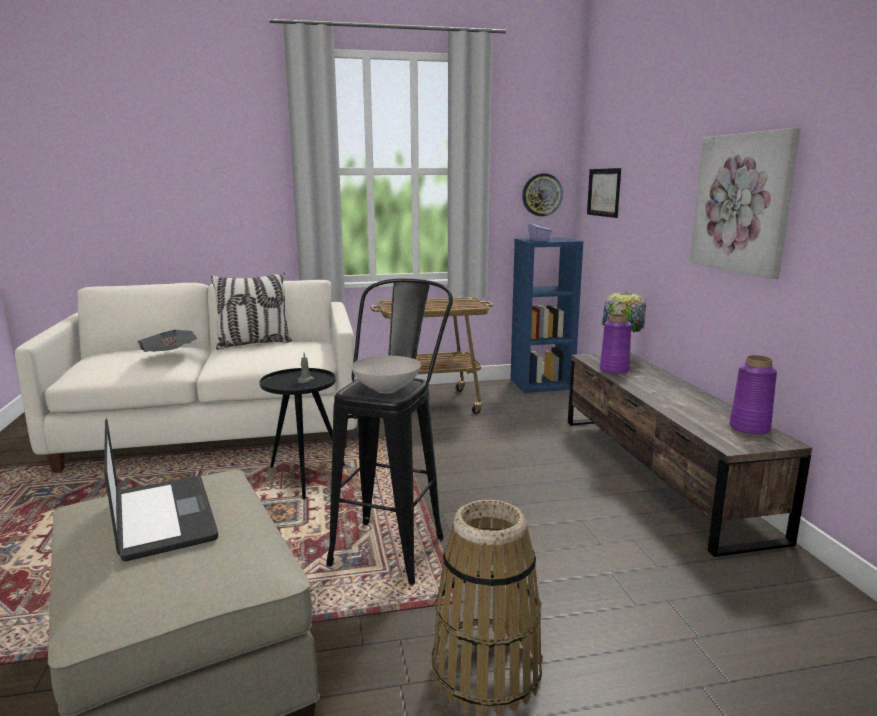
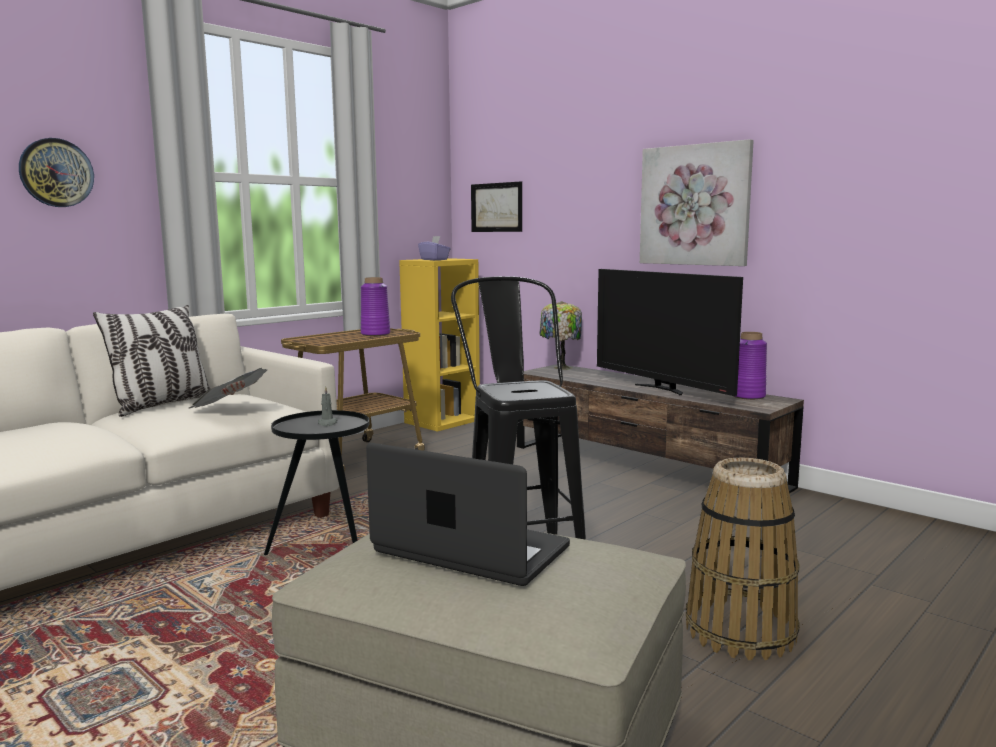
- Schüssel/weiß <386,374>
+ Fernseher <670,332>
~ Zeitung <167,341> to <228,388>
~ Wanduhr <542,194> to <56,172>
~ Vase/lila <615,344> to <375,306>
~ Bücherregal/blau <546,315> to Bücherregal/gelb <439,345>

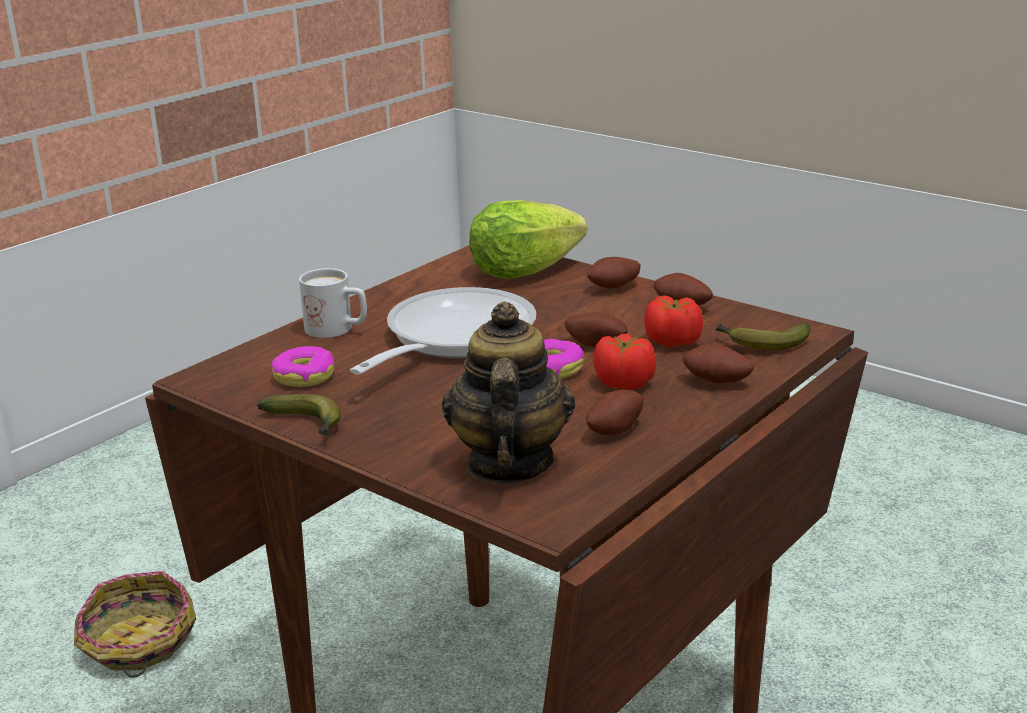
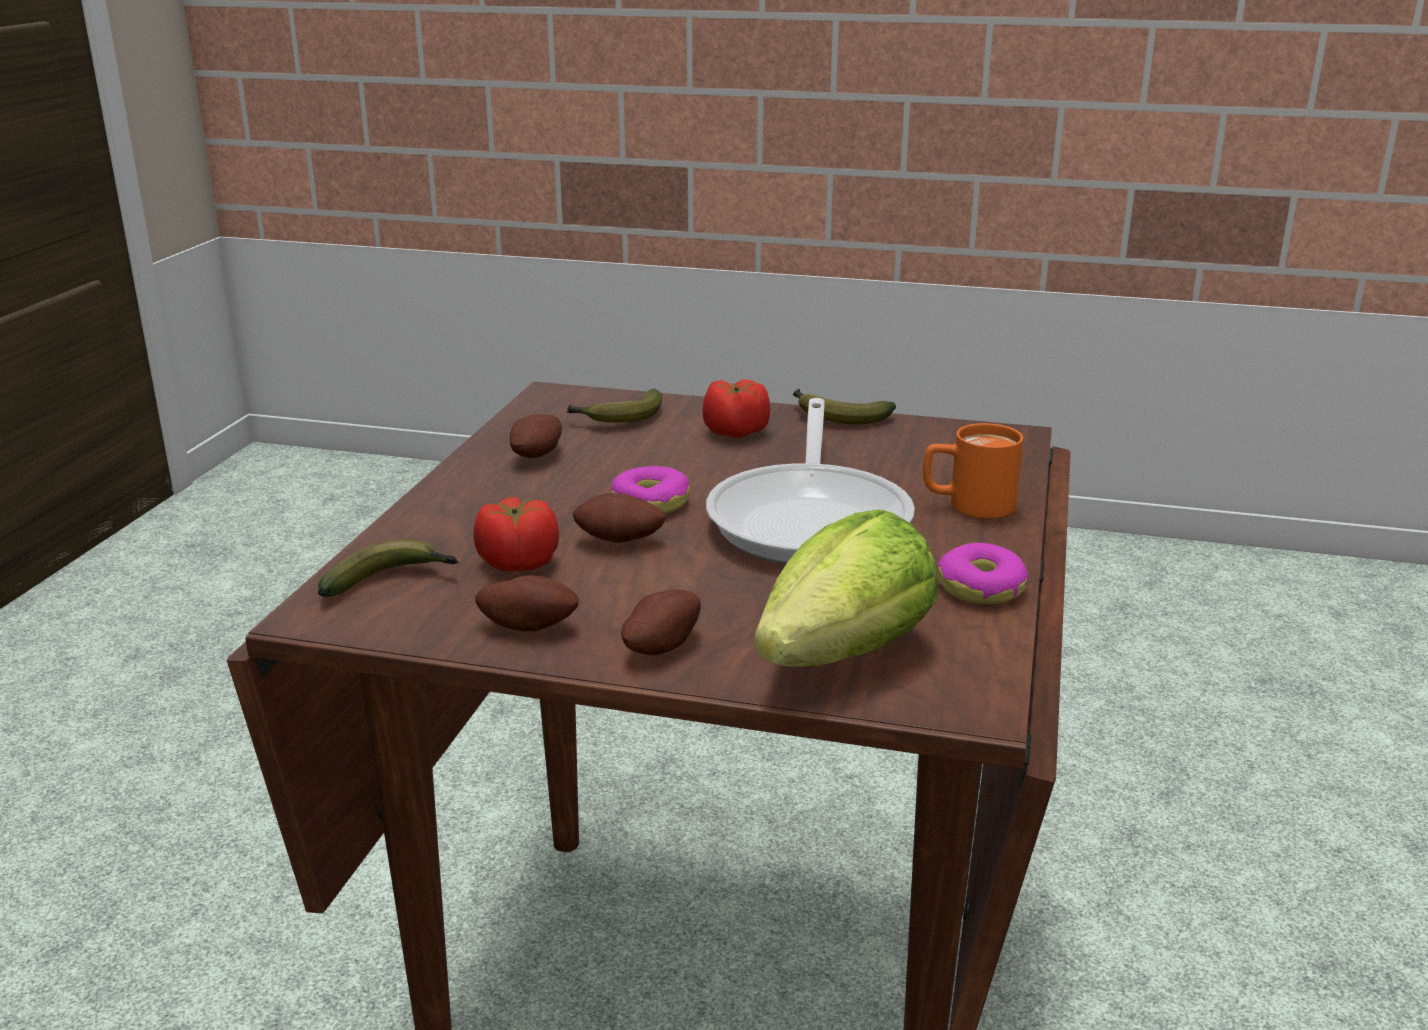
- Korb <135,624>
- Kartoffel <718,363>
~ Donut <303,366> to <982,573>
~ Tomate <624,362> to <736,408>
~ Teekanne <508,392> to Banane <614,406>
~ Henkelbecher/weiß <333,303> to Henkelbecher/orange <973,471>

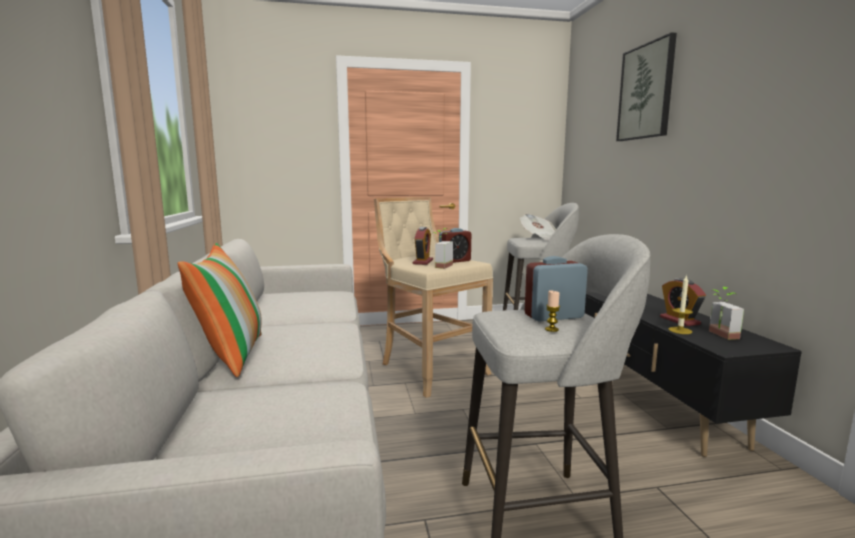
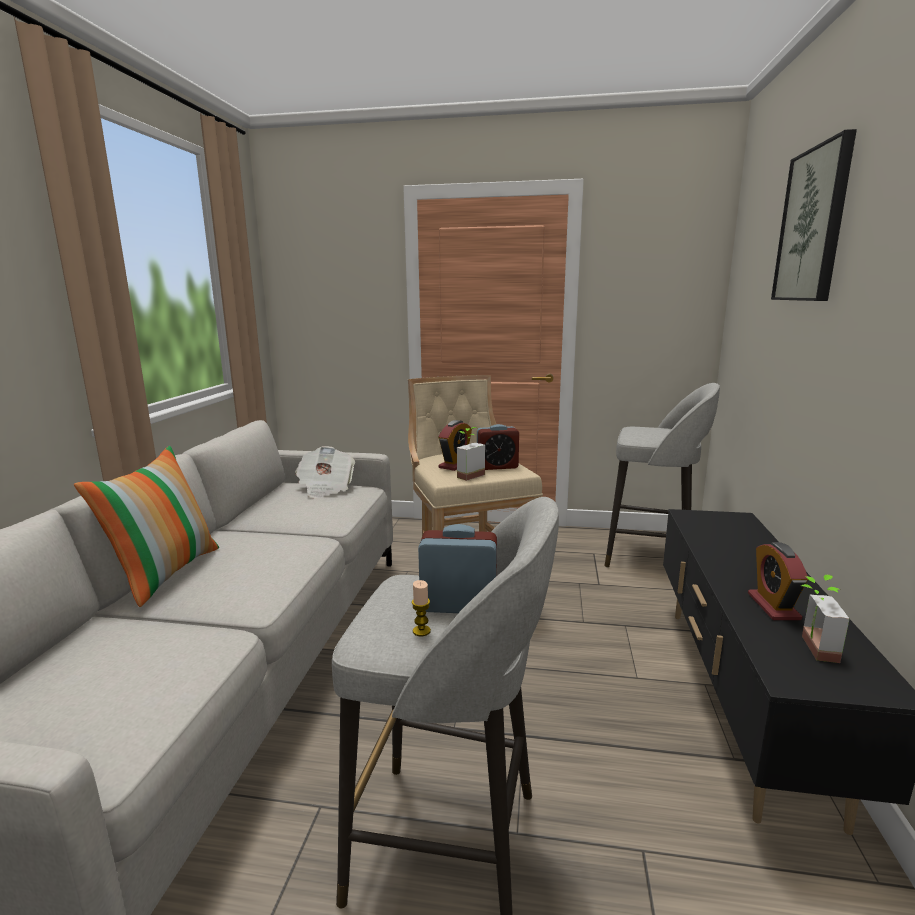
- Kerze <680,304>
~ Zeitung <538,227> to <325,472>

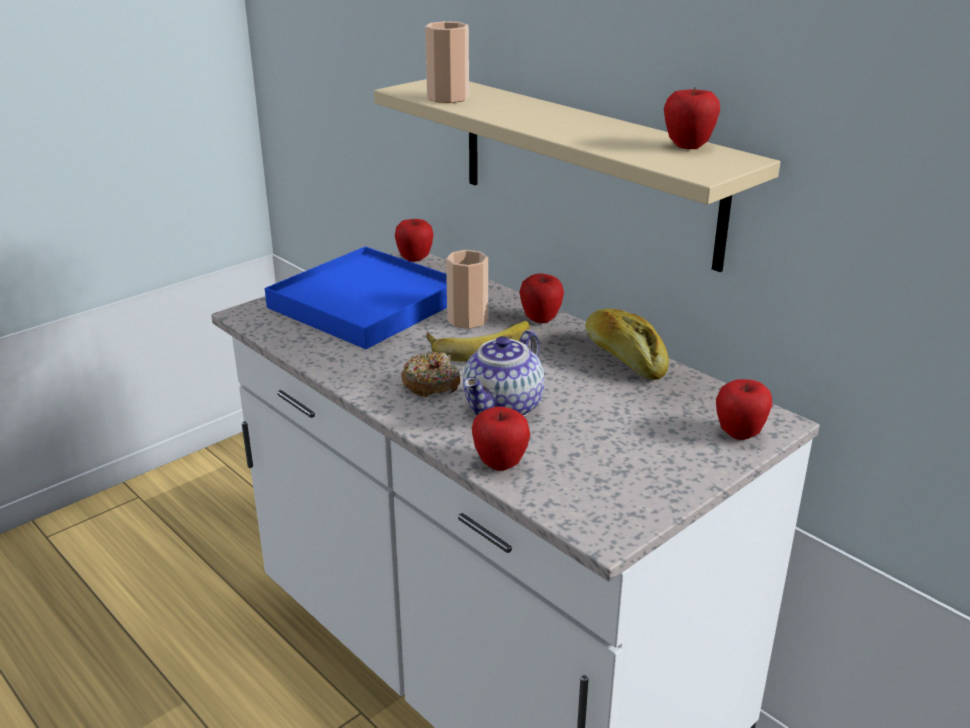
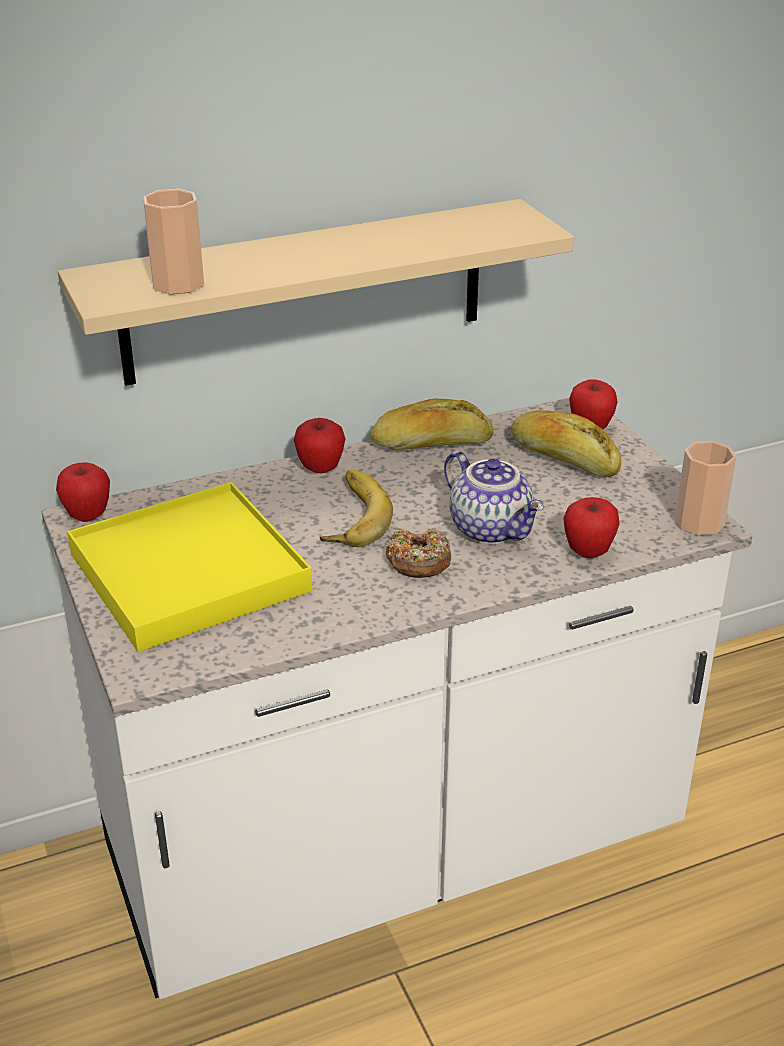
- Apfel <692,118>
+ Brot <566,443>
~ Tasse <467,289> to <705,488>
~ Tablett/blau <356,297> to Tablett/gelb <189,567>

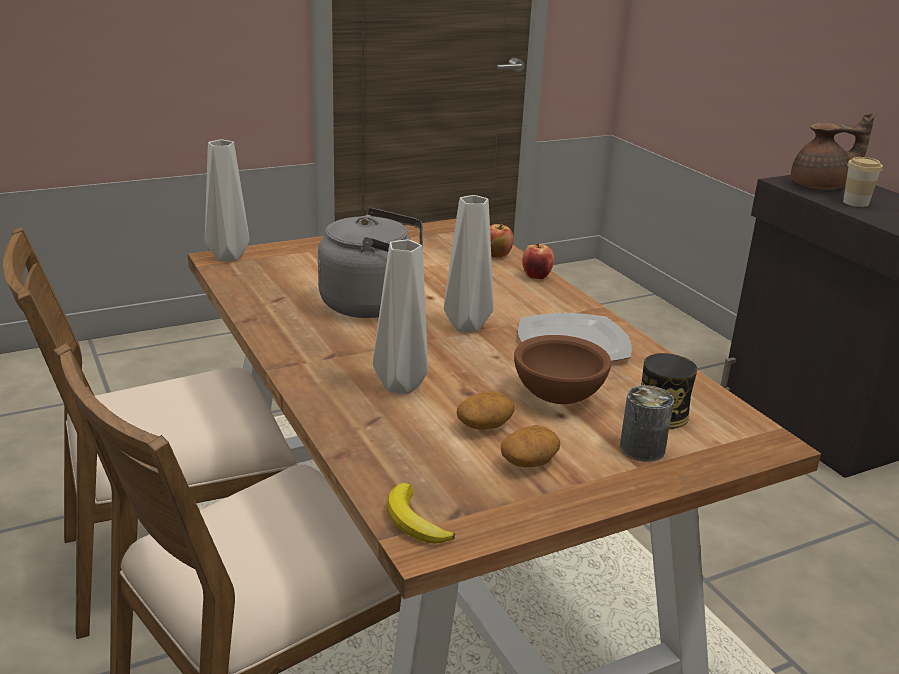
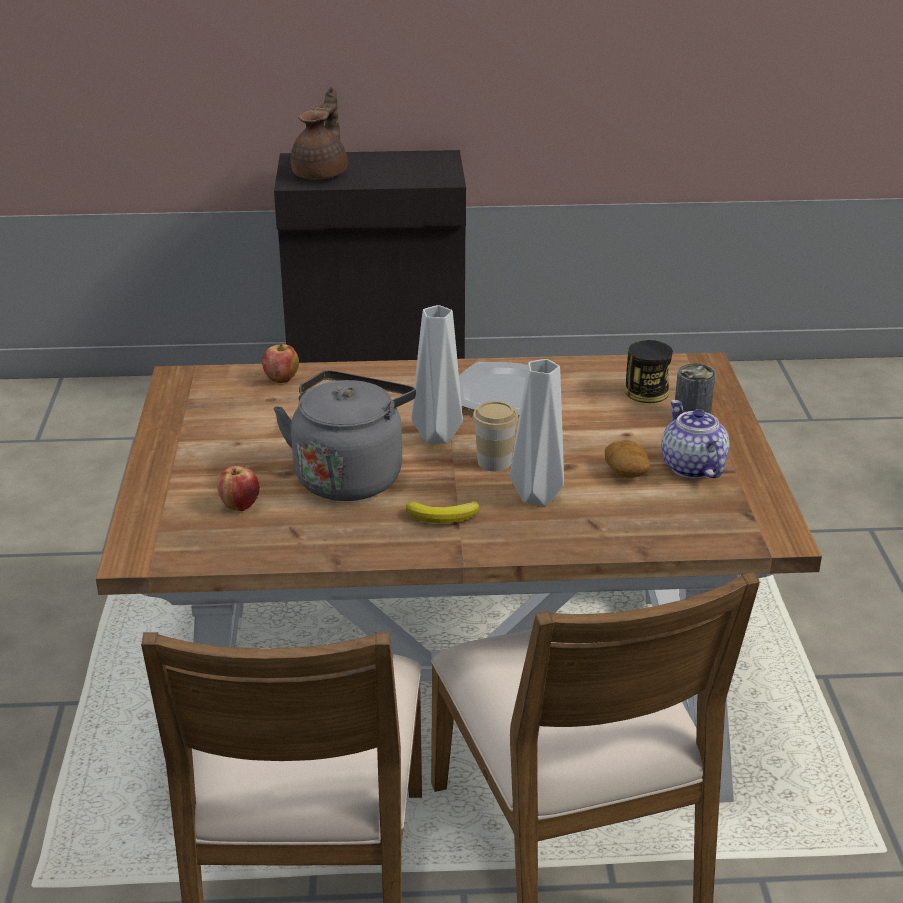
- Vase/grau <227,200>
- Schüssel/braun <562,369>
~ Banane <421,513> to <442,512>
~ Apfel <538,261> to <238,488>
~ Tasse <863,182> to <495,436>
~ Kartoffel <530,446> to Teekanne <695,439>

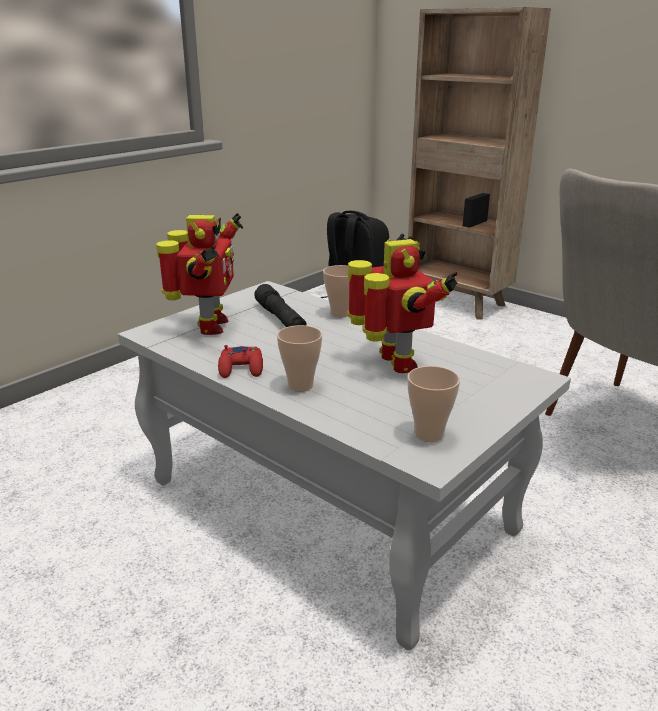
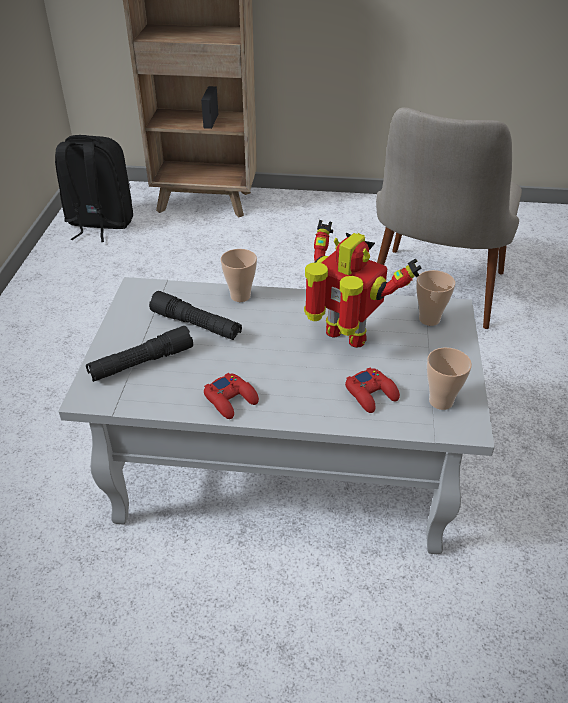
+ Gamepad/rot <372,390>
~ Tasse <299,358> to <435,298>
~ Spielzeugroboter <199,274> to Taschenlampe/schwarz <139,354>

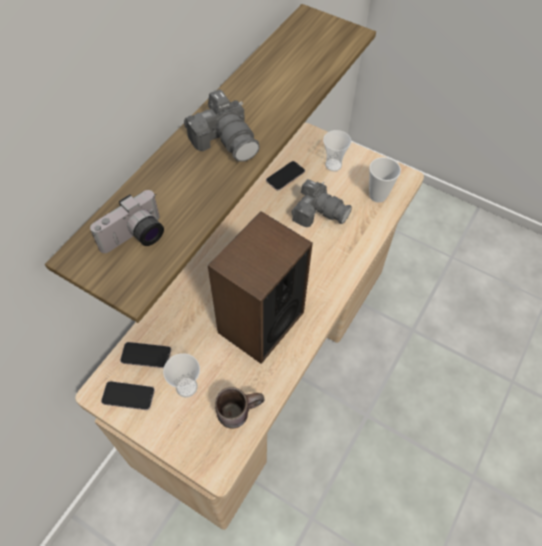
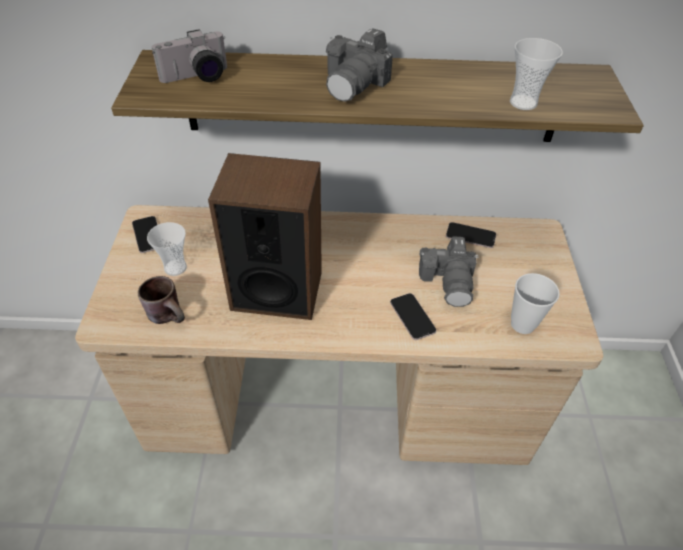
~ Handy <145,355> to <413,316>
~ Tasse <337,150> to <536,74>
~ Kamera <127,221> = <189,56> 45 degrees counterclockwise

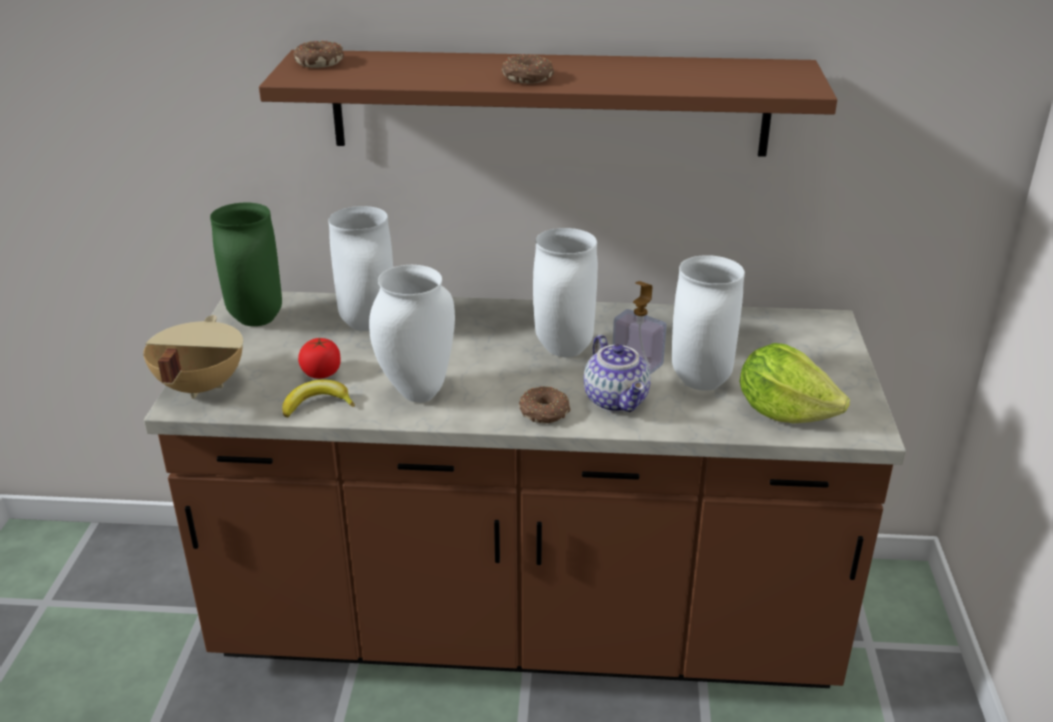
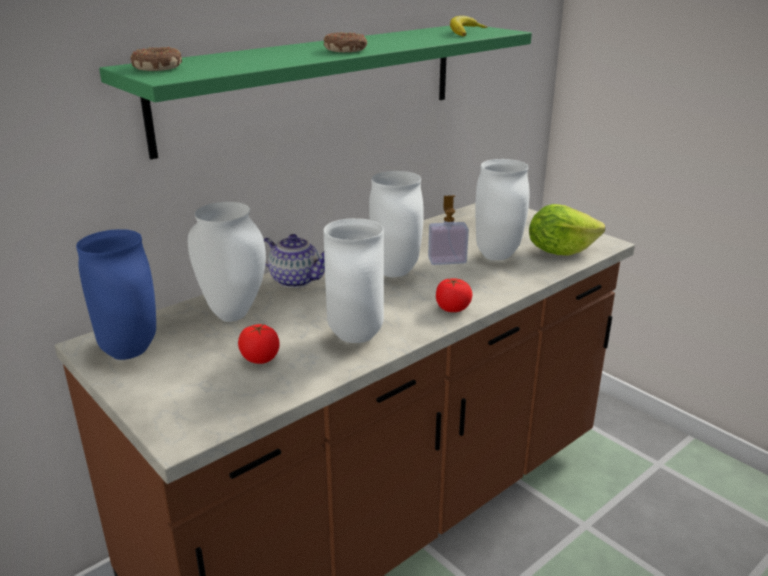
- Kochtopf/beige <193,357>
~ Banane <318,398> to <469,26>
~ Teekanne <617,374> to <294,261>
~ Donut <544,404> to Tomate <454,295>
~ Vase/grün <246,264> to Vase/blau <116,294>
~ Wandregal/braun <548,103> to Wandregal/grün <315,92>

